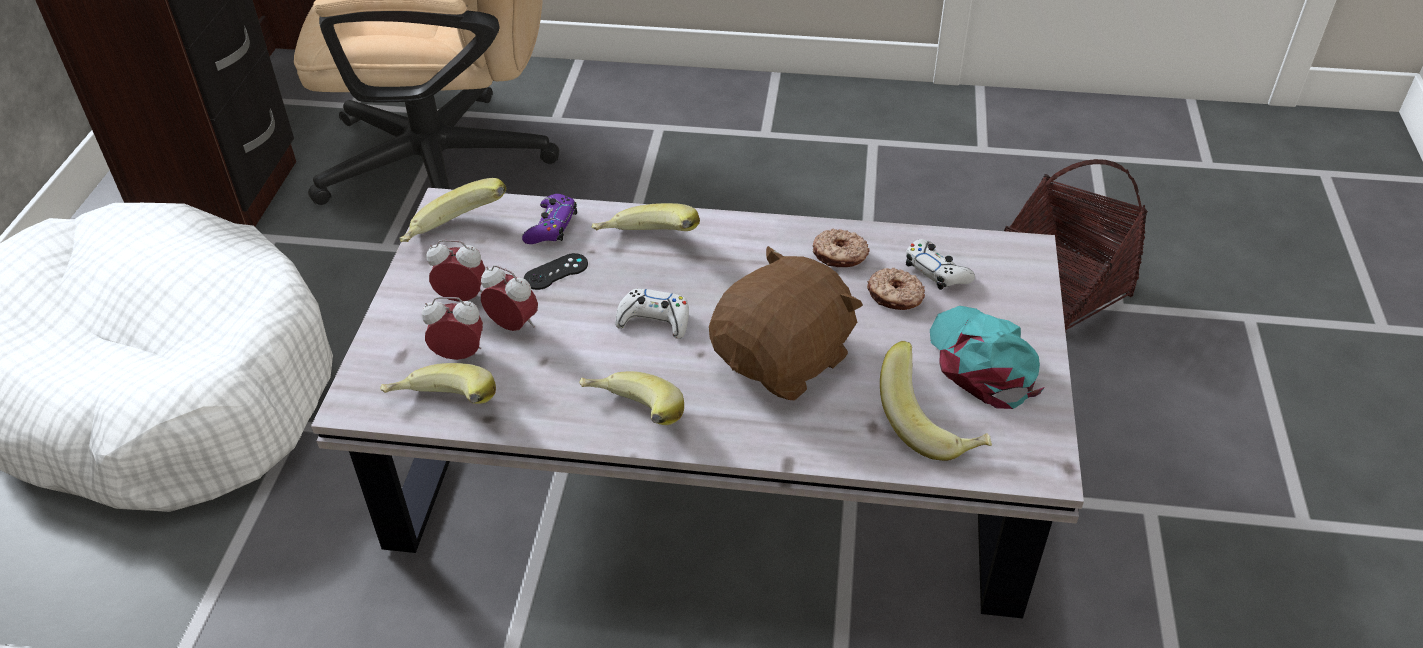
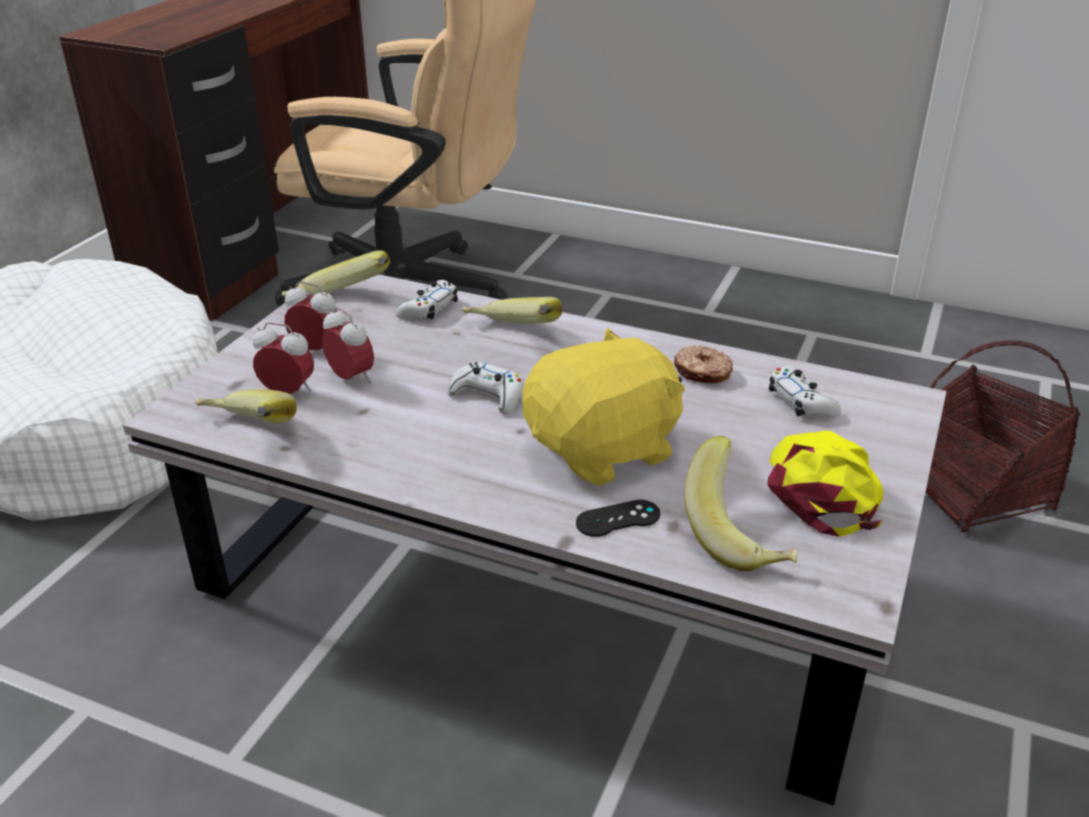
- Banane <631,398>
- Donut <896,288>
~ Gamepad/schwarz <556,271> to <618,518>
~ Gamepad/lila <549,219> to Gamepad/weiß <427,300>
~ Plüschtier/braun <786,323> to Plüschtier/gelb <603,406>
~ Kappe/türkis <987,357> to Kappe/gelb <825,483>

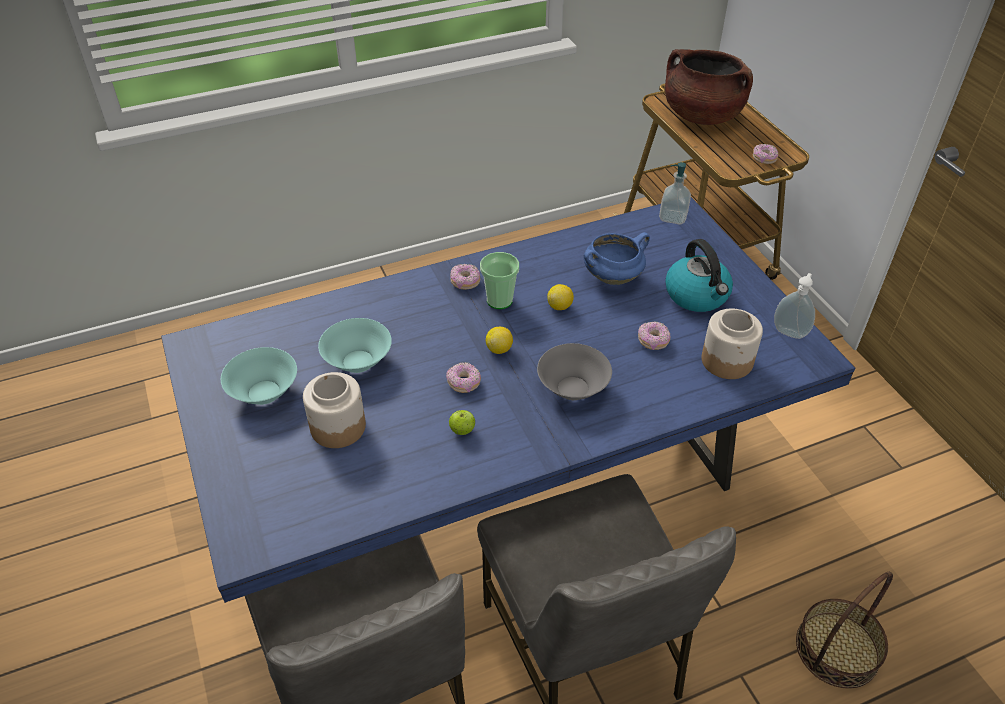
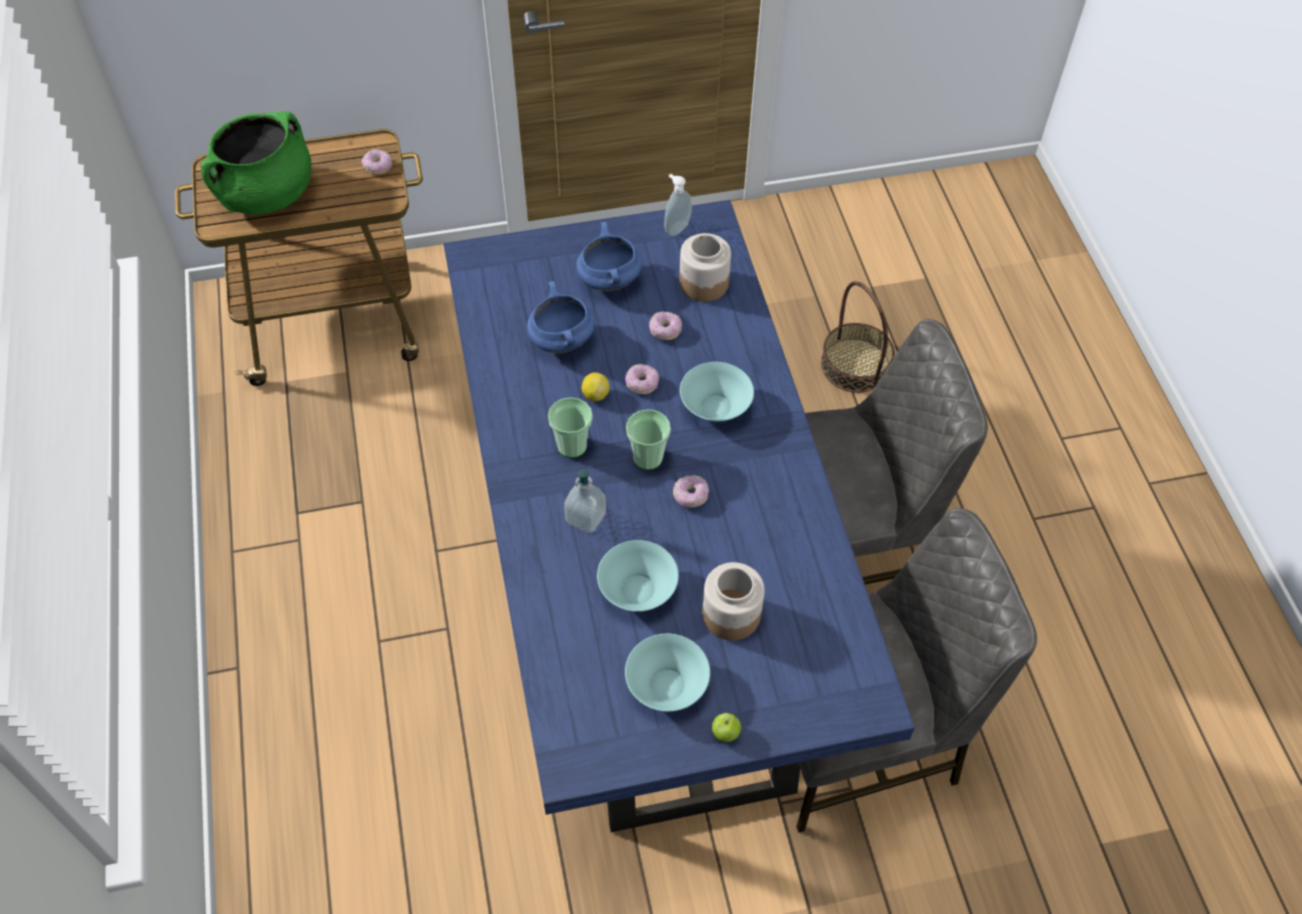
~ Apfel <462,422> to <726,727>
~ Donut <465,277> to <642,379>
~ Seifenspender <675,193> to <585,500>
~ Zitrone <499,340> to Tasse <648,439>
~ Wasserkessel <699,275> to Kochtopf/blau <609,257>
~ Schüssel/grau <574,371> to Schüssel/türkis <717,391>
~ Kochtopf/braun <709,87> to Kochtopf/grün <256,162>

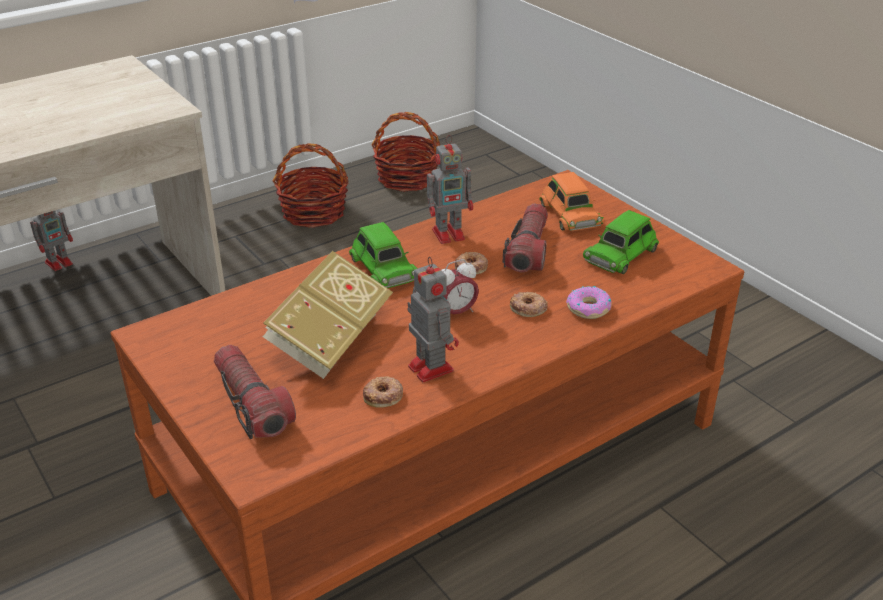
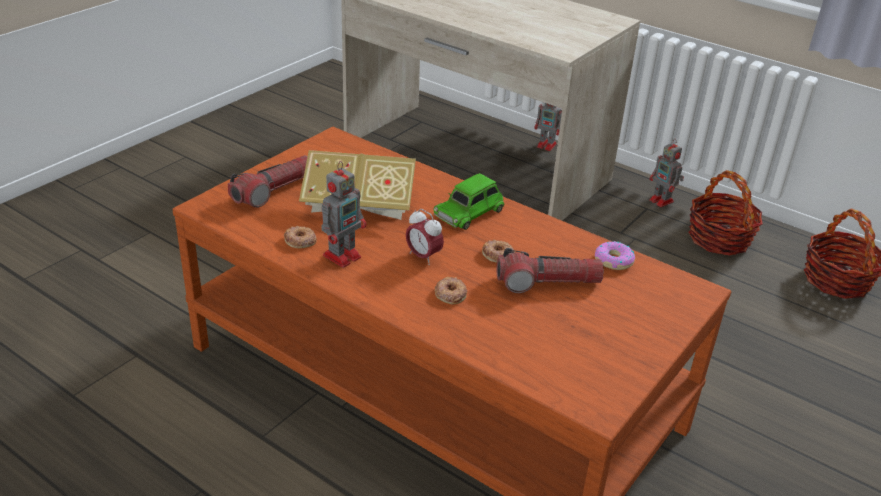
- Spielzeugauto/orange <572,201>
- Spielzeugauto/grün <621,242>
~ Spielzeugroboter <450,189> to <666,173>
~ Donut <589,302> to <615,256>

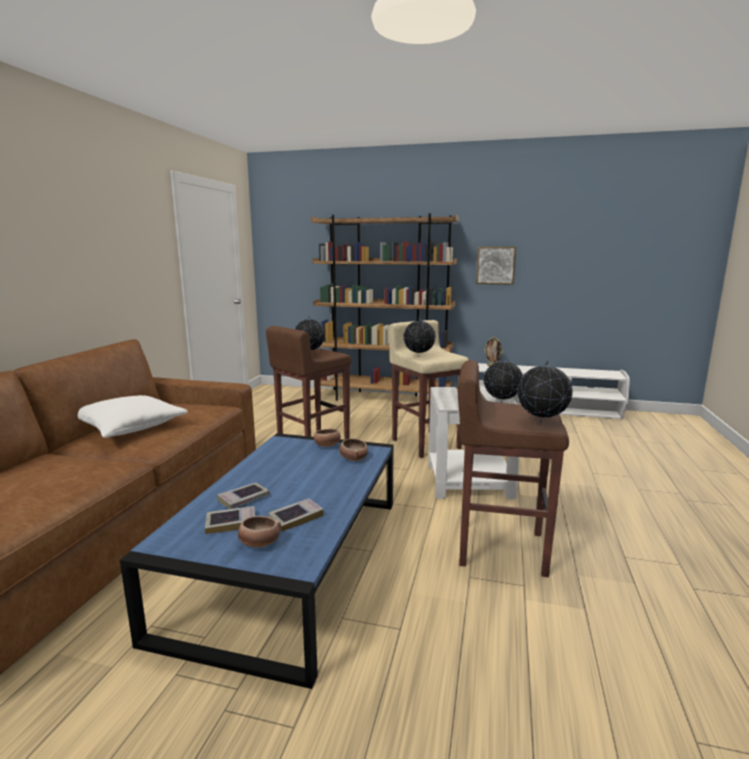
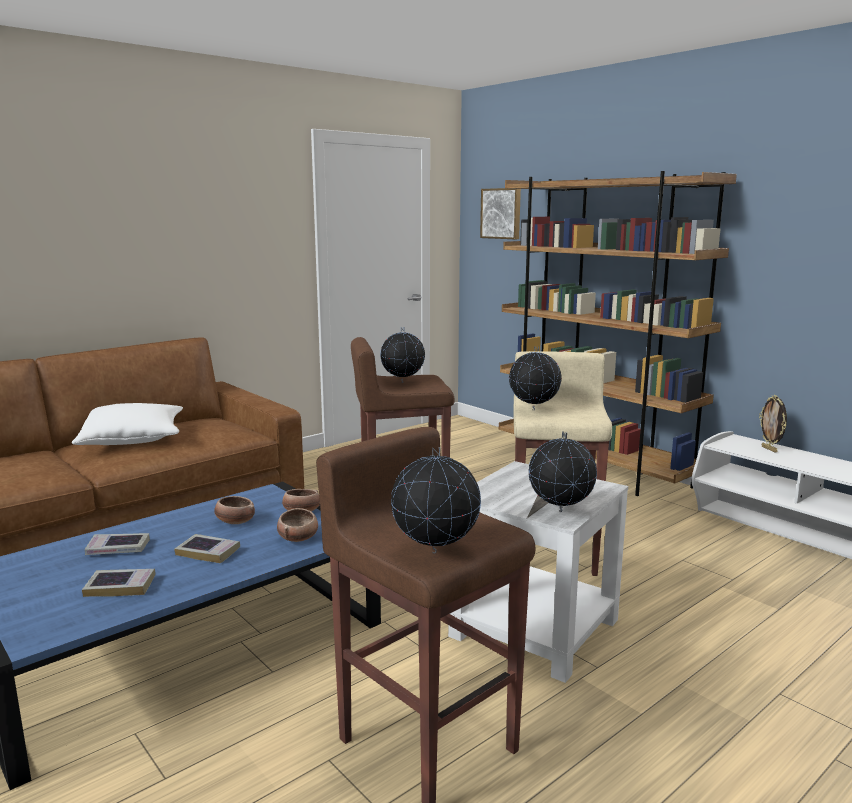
~ Buch <230,520> to <207,548>
~ Schüssel <259,531> to <234,510>
~ Bild <496,266> to <500,213>

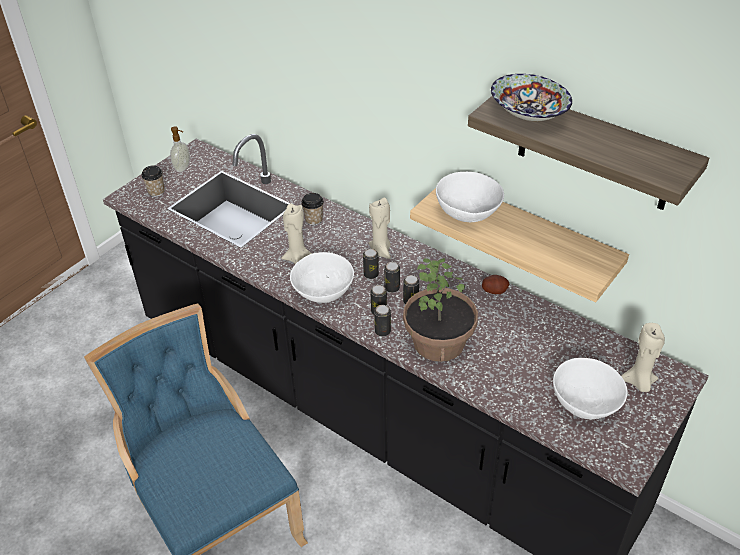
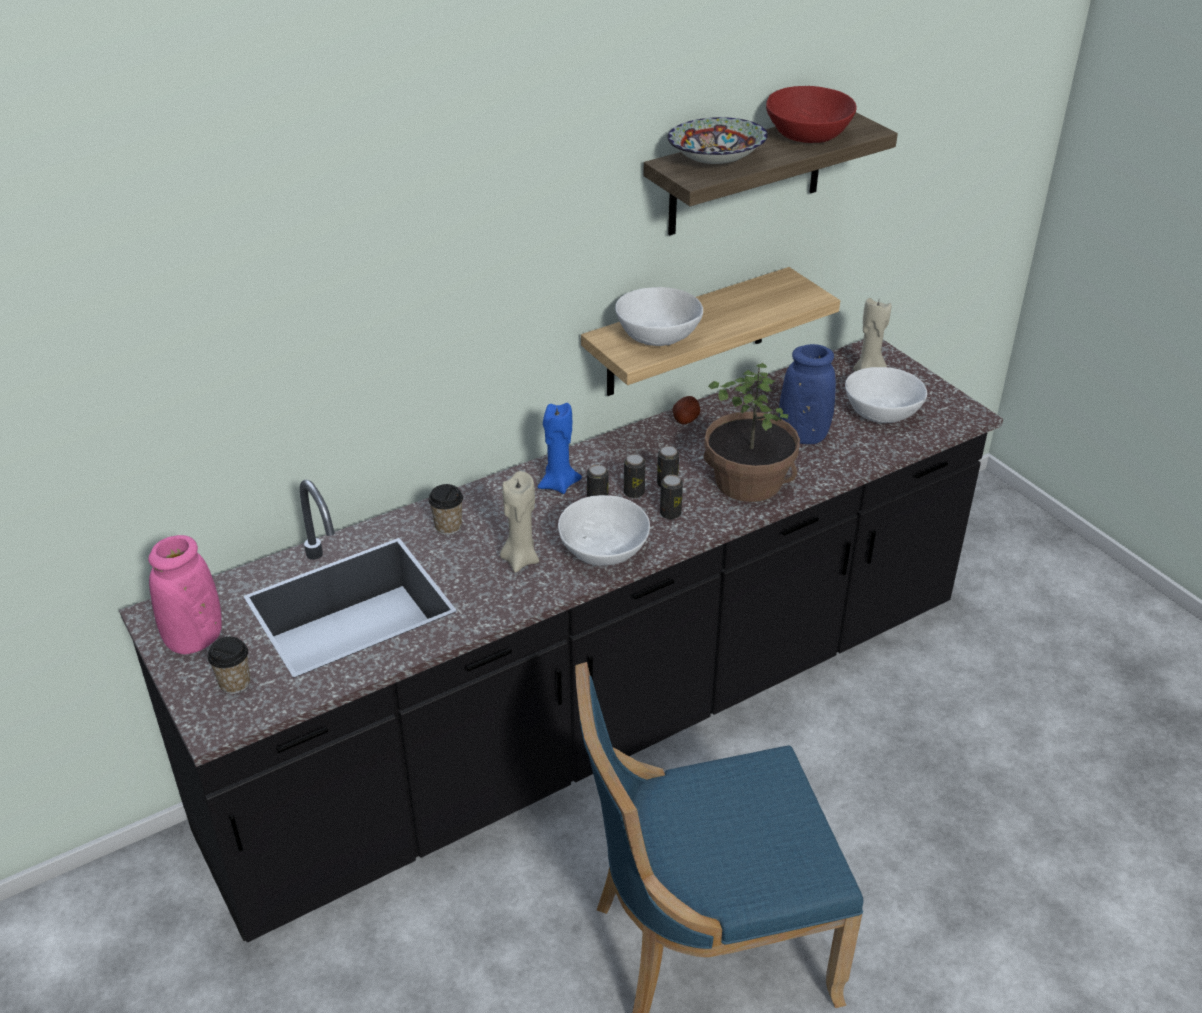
- Dose <382,321>
+ Schüssel/rot <811,114>
+ Vase/blau <807,394>
~ Seifenspender <180,149> to Vase/rosa <185,595>
~ Kerze/beige <380,228> to Kerze/blau <560,448>

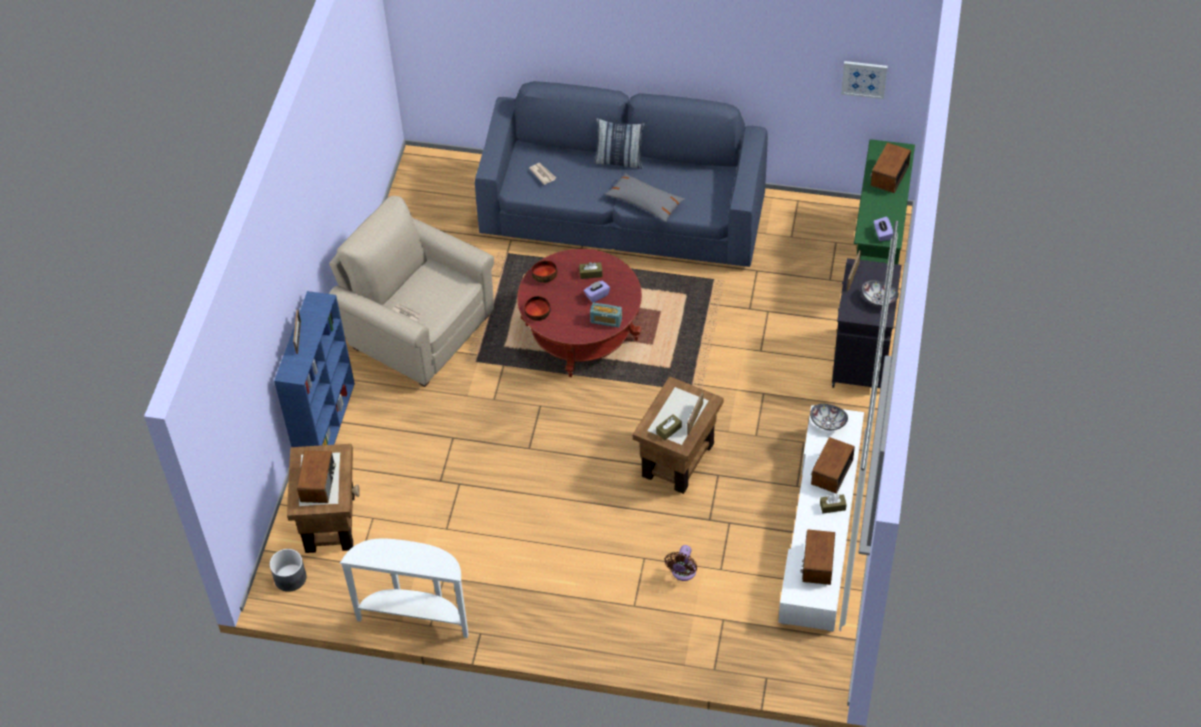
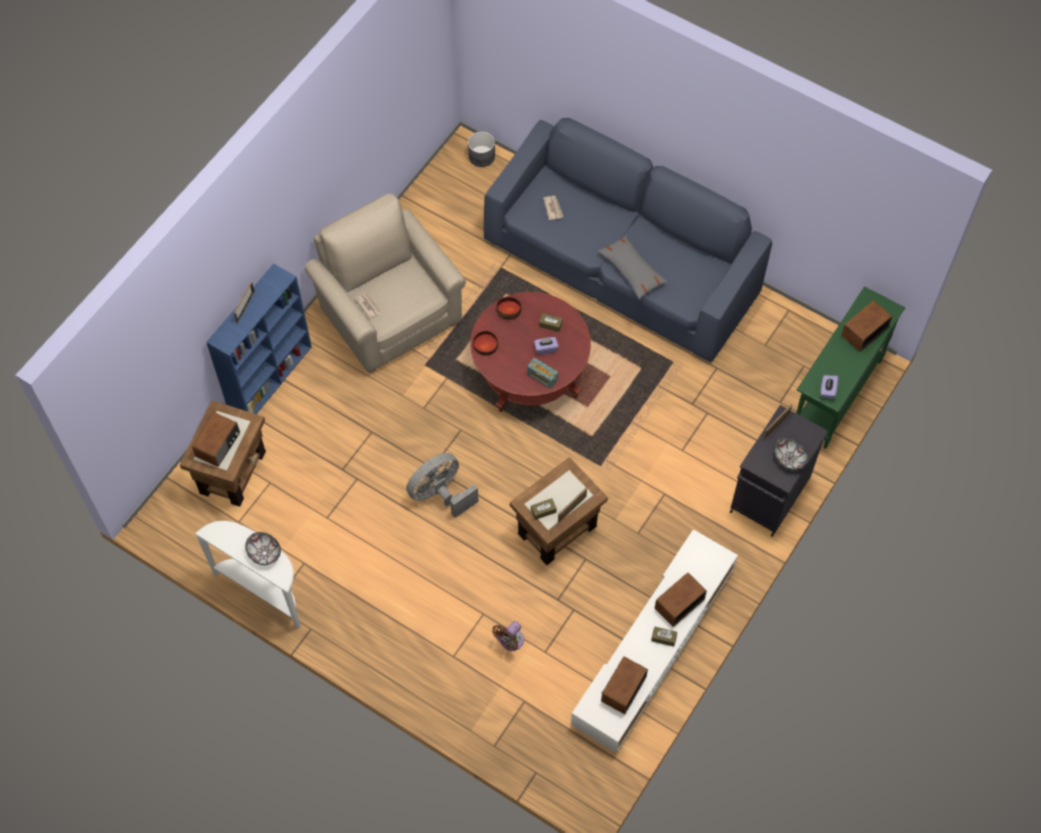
- Kissen <619,143>
- Bild <864,80>
+ Ventilator/grau <442,485>
~ Pflanzkübel/grau <288,570> to <481,149>
~ Schüssel <829,417> to <263,548>

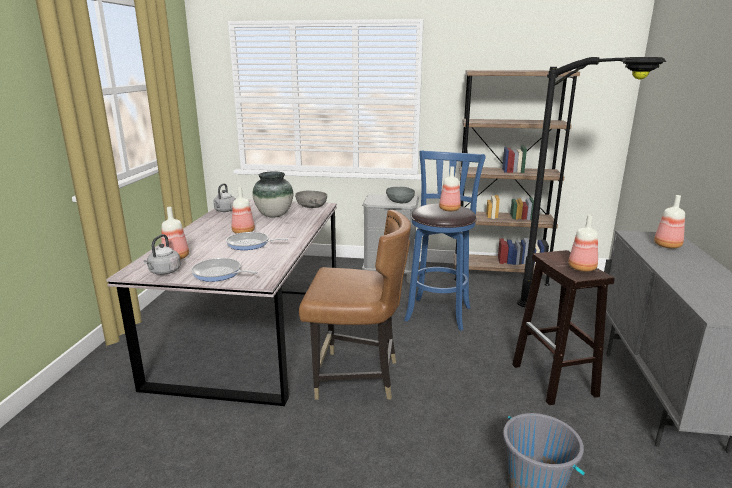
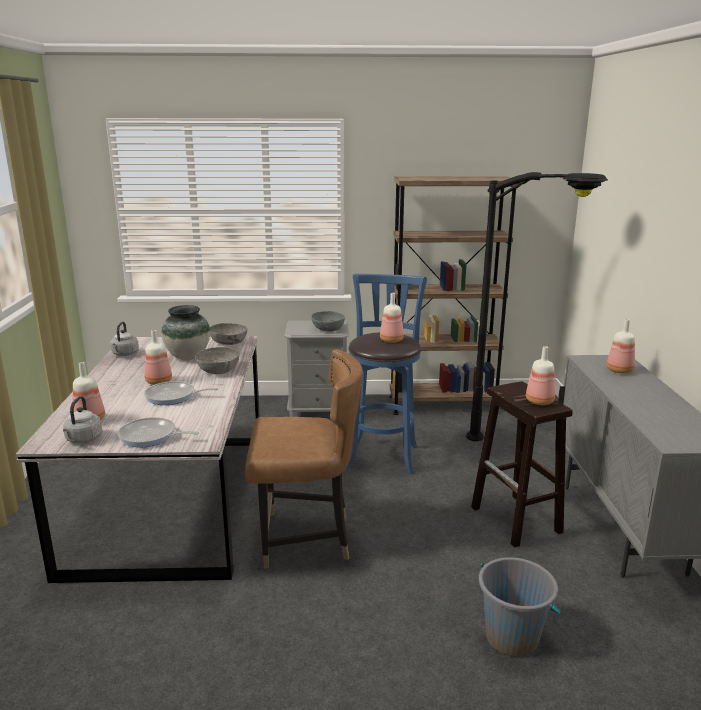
+ Schüssel/grau <217,360>

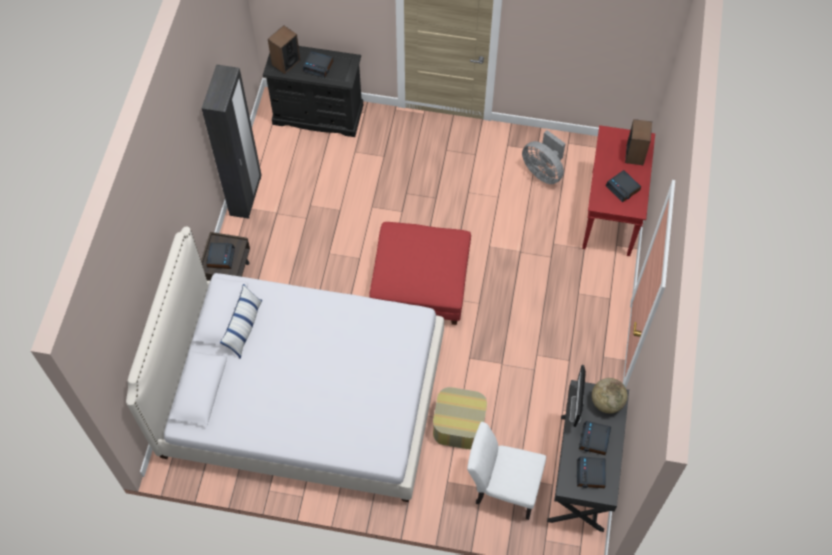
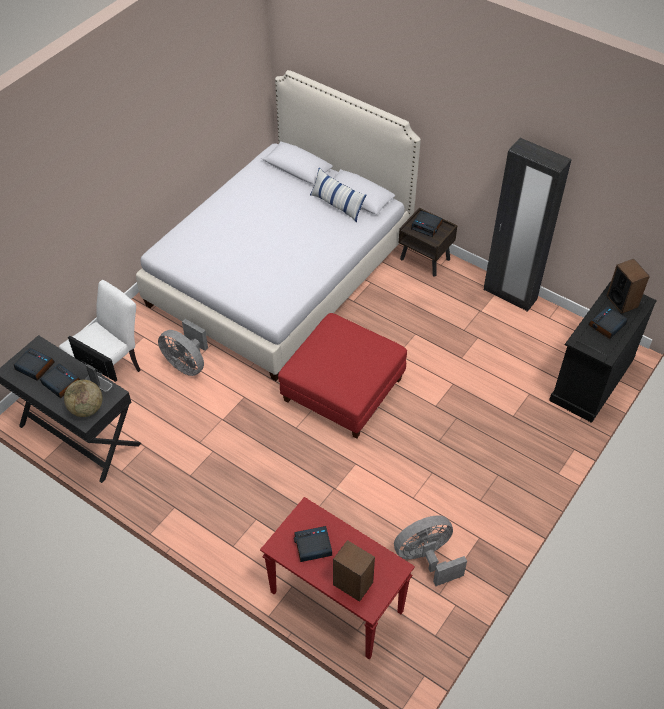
~ Polsterhocker <460,418> to Ventilator/grau <183,347>

